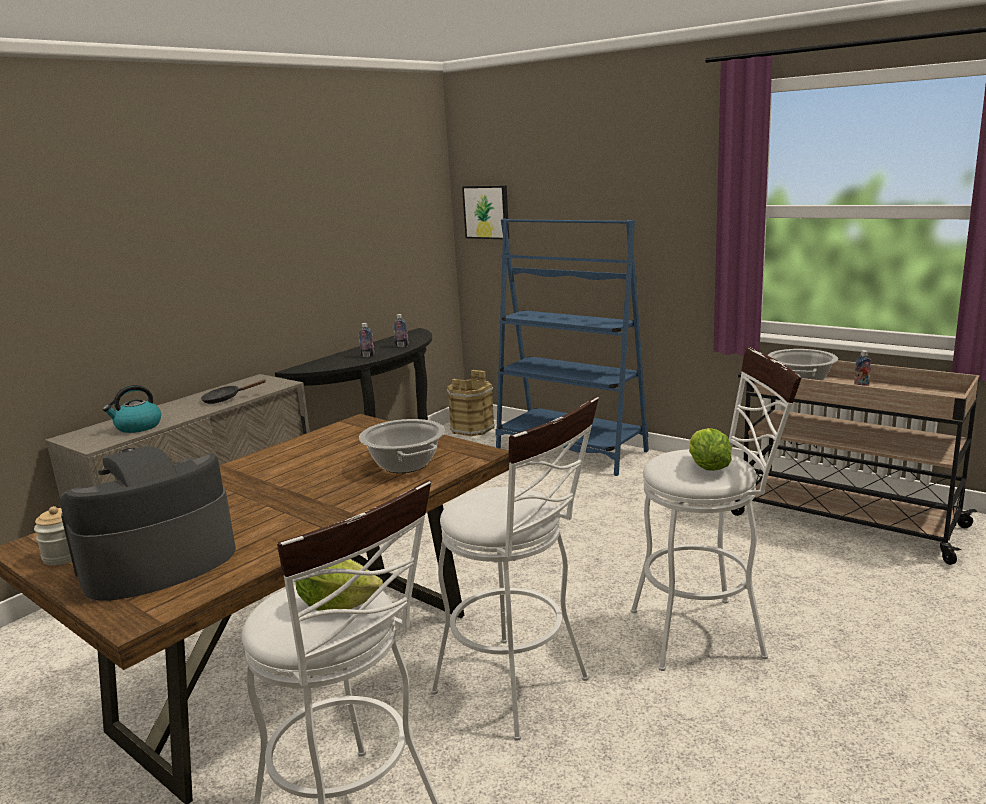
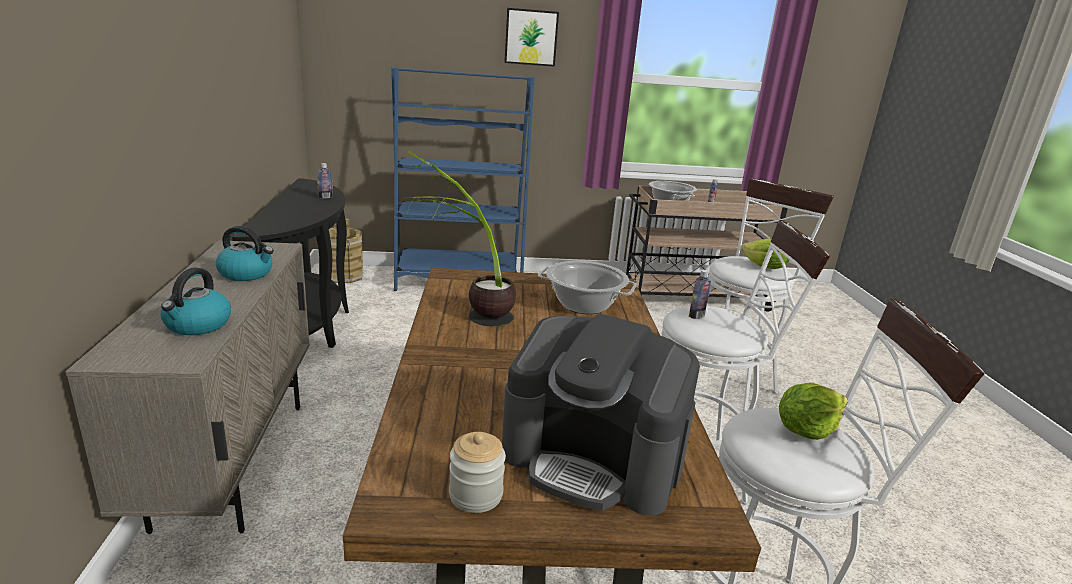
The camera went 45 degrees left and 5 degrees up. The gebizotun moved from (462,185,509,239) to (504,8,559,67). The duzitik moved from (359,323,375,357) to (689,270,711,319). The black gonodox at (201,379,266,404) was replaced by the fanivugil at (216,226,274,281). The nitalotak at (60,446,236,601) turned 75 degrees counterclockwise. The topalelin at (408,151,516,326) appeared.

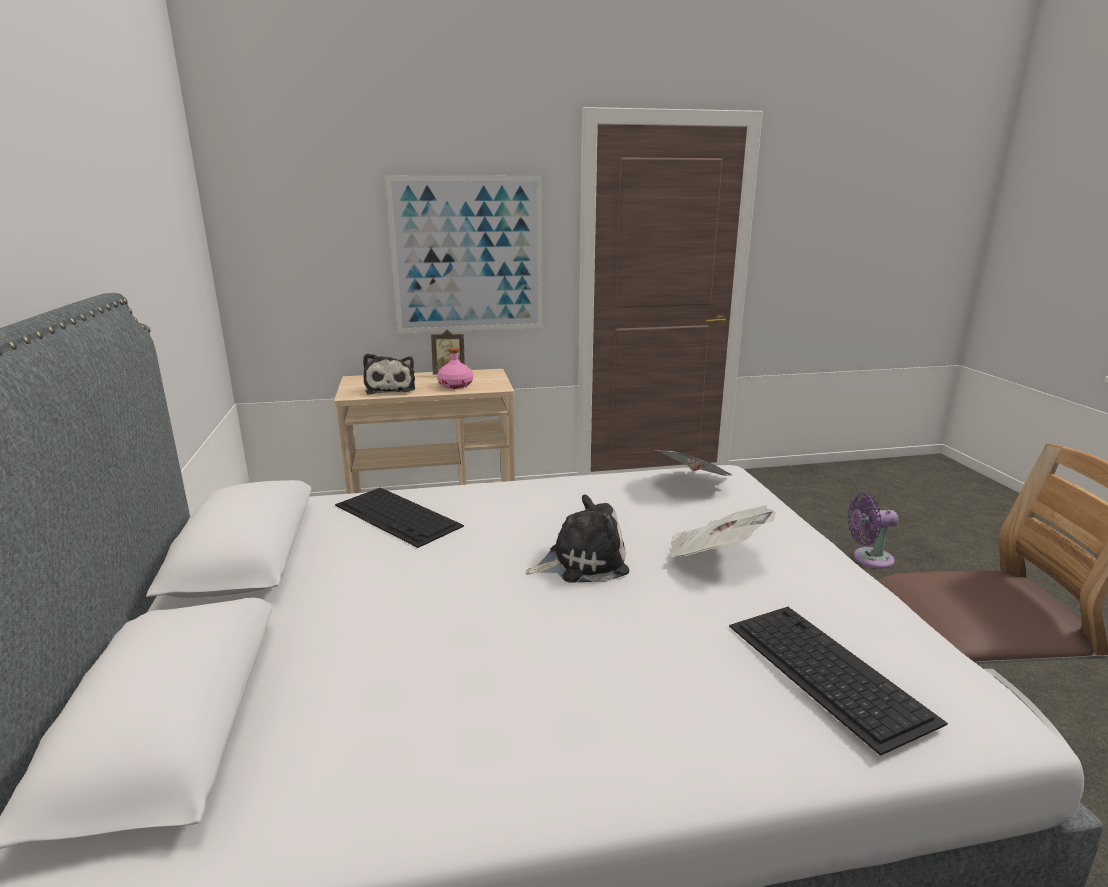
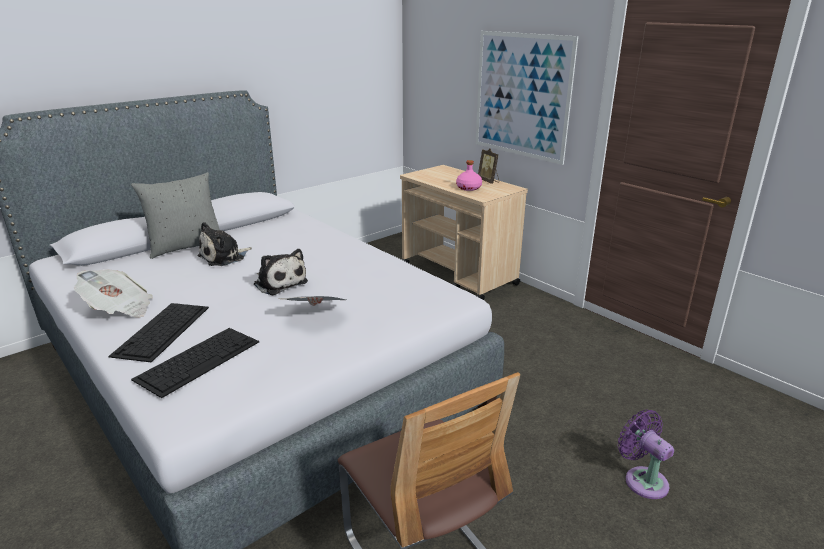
The camera went 60 degrees right and 5 degrees up. The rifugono moved from (363,353,415,395) to (198,222,252,266). The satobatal moved from (657,450,732,476) to (74,269,153,318). The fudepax moved from (335,487,464,548) to (108,303,209,362). The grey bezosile at (131,172,219,259) appeared.

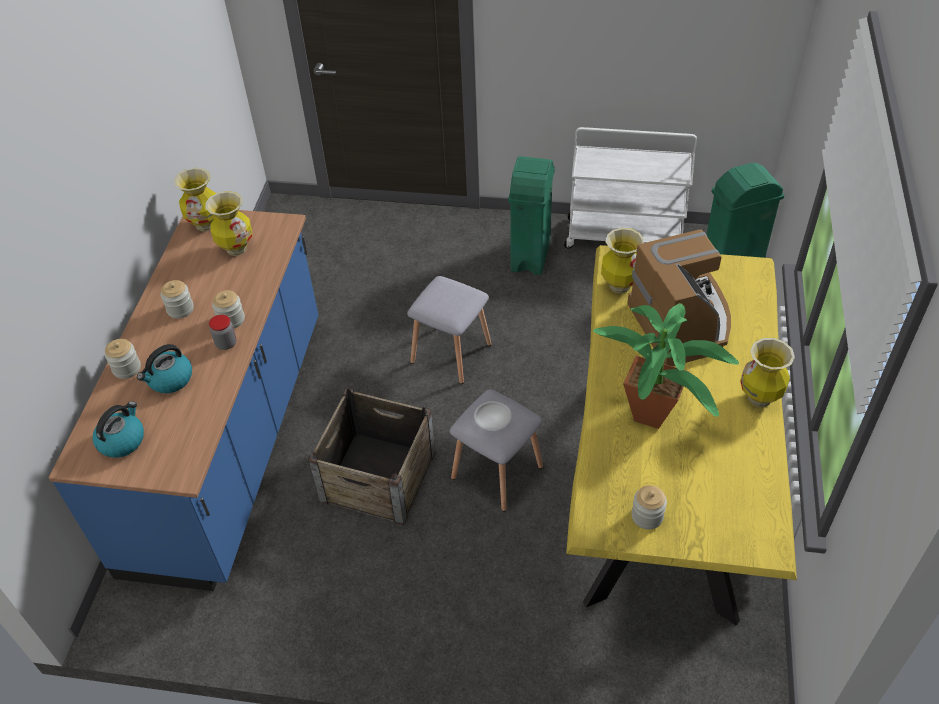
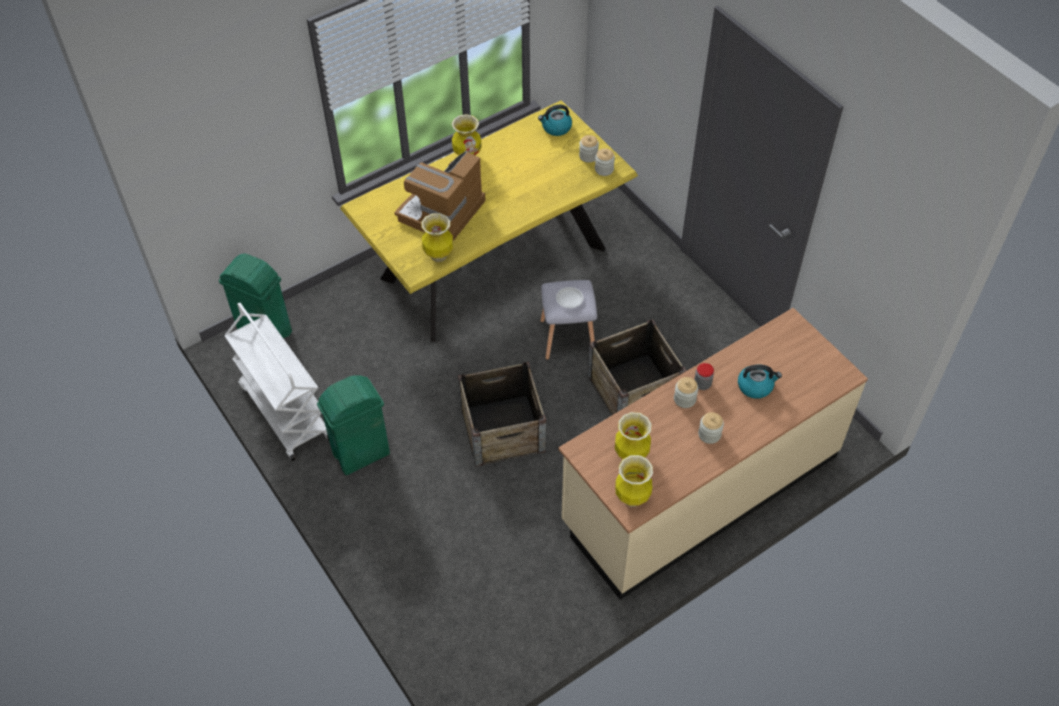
The camera went 135 degrees left and 5 degrees up. The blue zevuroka at (49,210,318,591) became the beige zevuroka at (558,308,868,600). The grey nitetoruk at (407,276,492,384) was replaced by the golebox at (458,362,546,467). The topalelin at (593,303,739,429) disappeared. The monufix moved from (105,339,141,379) to (595,148,615,176). The fanivugil moved from (92,401,144,458) to (538,105,572,136).

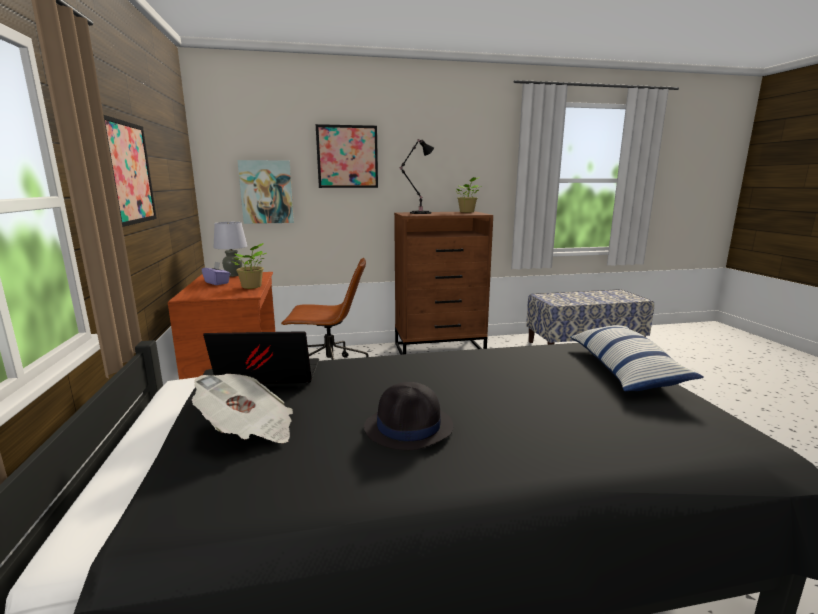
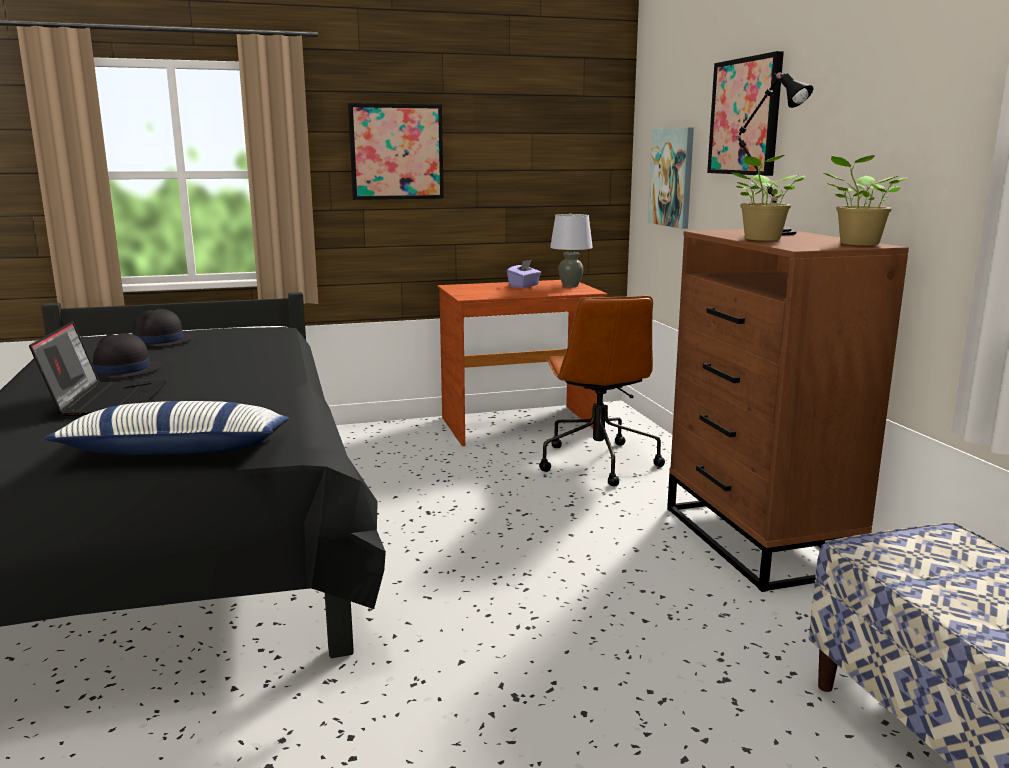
The camera went 85 degrees right and 0 degrees up. The topalelin moved from (233,243,266,289) to (732,155,806,241). The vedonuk moved from (203,331,319,384) to (29,321,167,416). The satobatal at (192,374,293,443) was replaced by the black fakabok at (133,309,193,347).

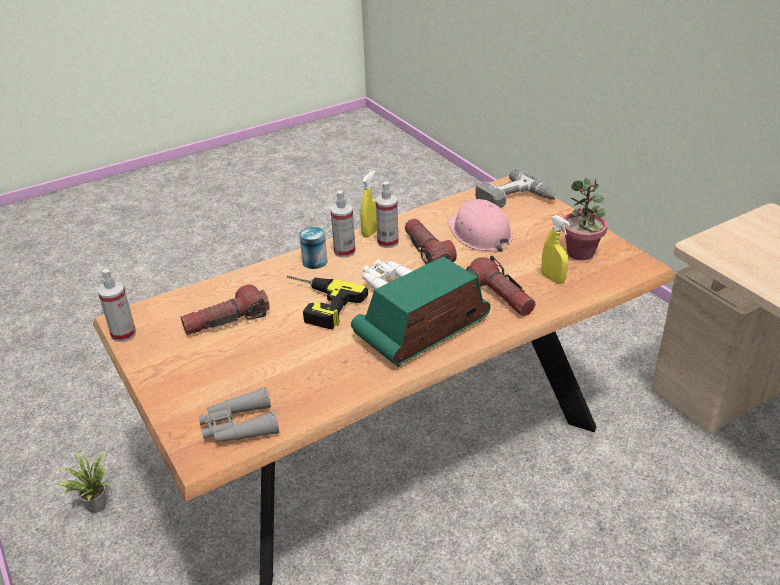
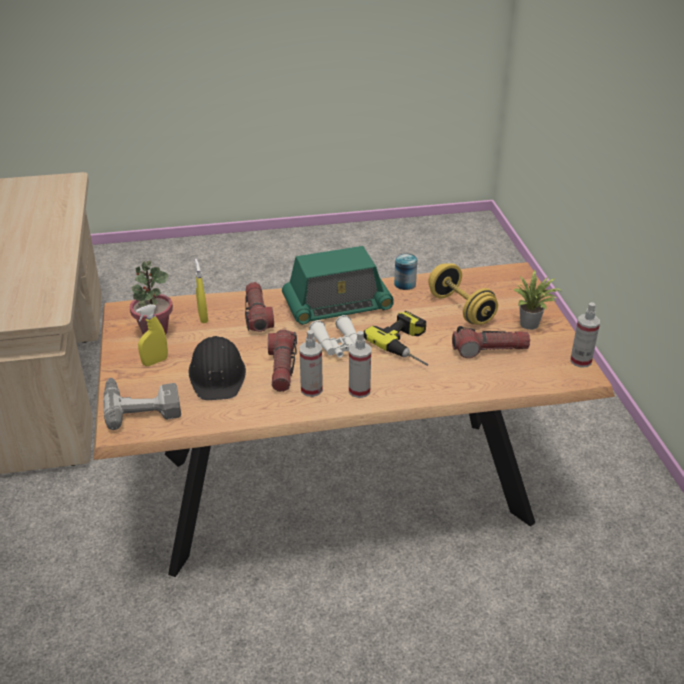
The camera went 160 degrees left and 0 degrees up. The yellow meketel moved from (360,170,377,238) to (136,304,168,366). The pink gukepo at (447,199,513,252) became the black gukepo at (189,336,246,400). The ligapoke moved from (299,227,327,269) to (394,253,417,290). The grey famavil at (198,387,279,443) disappeared. The topalelin moved from (57,450,109,513) to (514,270,562,330). The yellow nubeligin at (428,263,498,325) appeared.

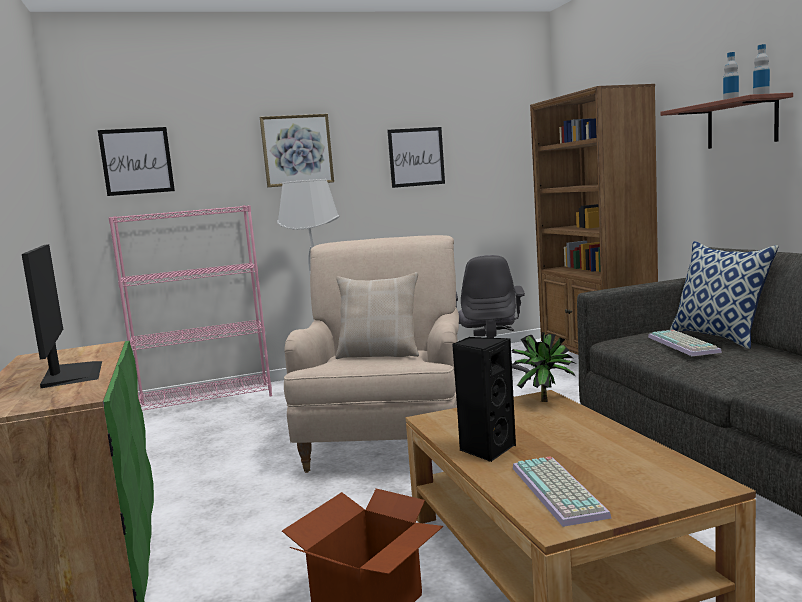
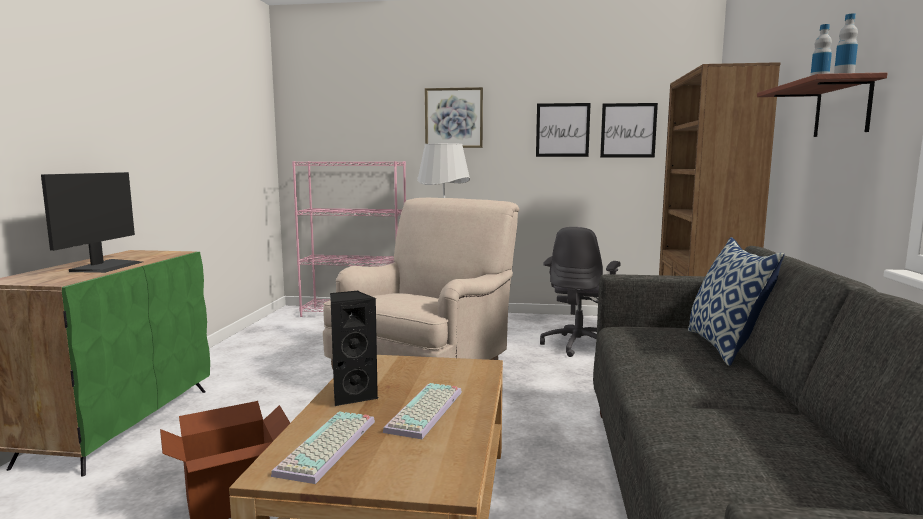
The camera went 25 degrees right and 0 degrees up. The gebizotun moved from (98,127,175,196) to (600,103,658,157). The beige bezosile at (335,272,419,359) disappeared. The fudepax moved from (648,330,722,356) to (383,383,462,439). The topalelin at (512,332,575,402) disappeared.

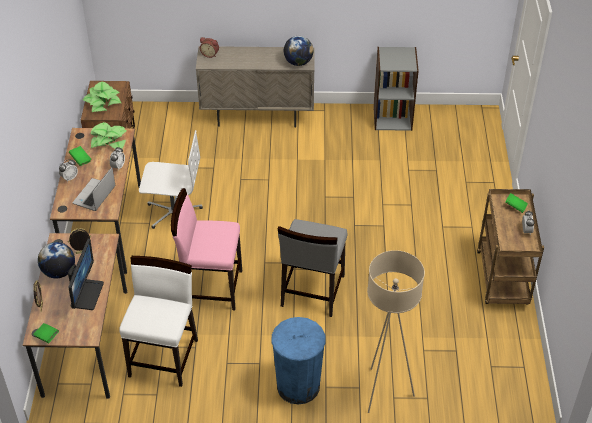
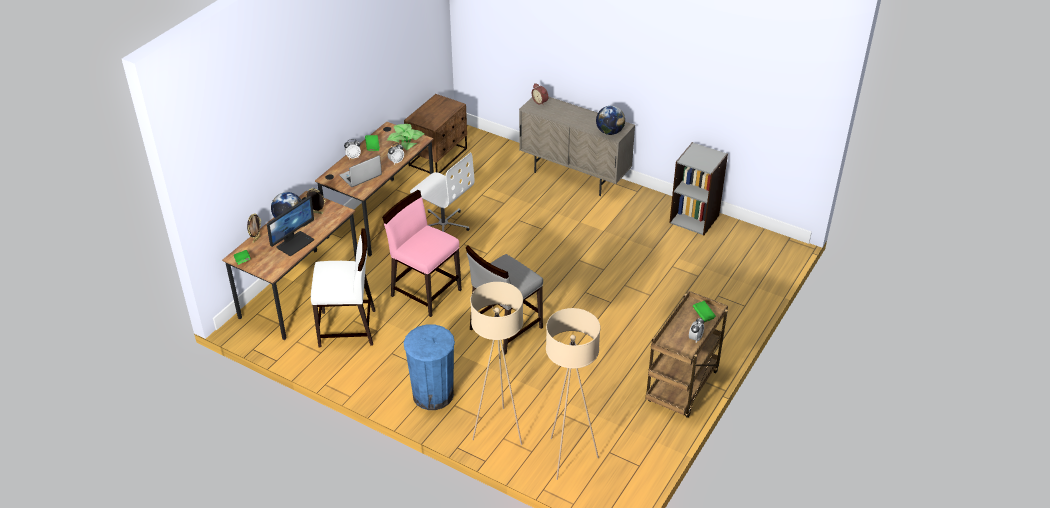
The camera went 30 degrees right and 5 degrees down. The topalelin at (82,82,121,112) disappeared. The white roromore at (119,256,198,387) turned 45 degrees clockwise. The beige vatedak at (546,308,600,480) appeared.

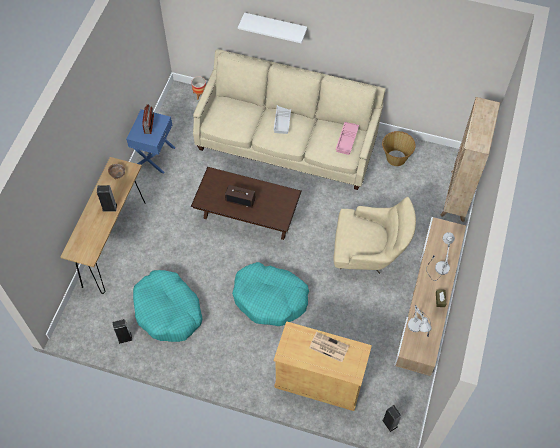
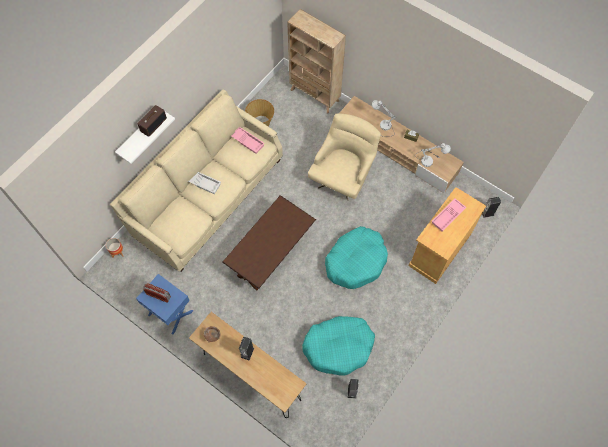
The camera went 70 degrees left and 5 degrees up. The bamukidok moved from (225,185,255,208) to (137,105,167,137). The satobatal at (309,332,349,362) was replaced by the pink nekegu at (432,198,467,232).

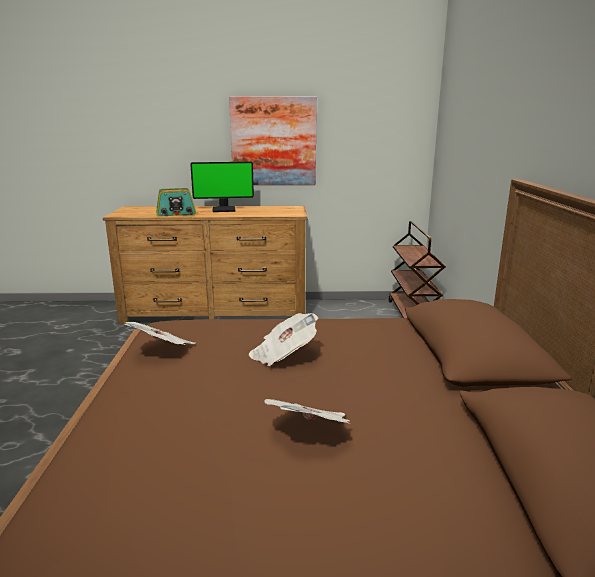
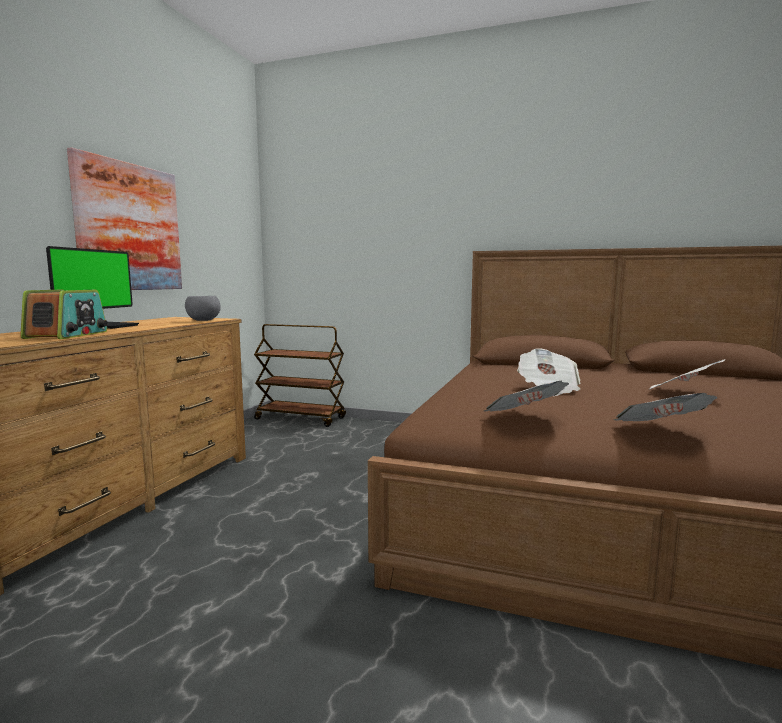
The camera went 70 degrees left and 10 degrees down. The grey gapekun at (185,296,221,321) appeared. The satobatal at (613,393,717,421) appeared.

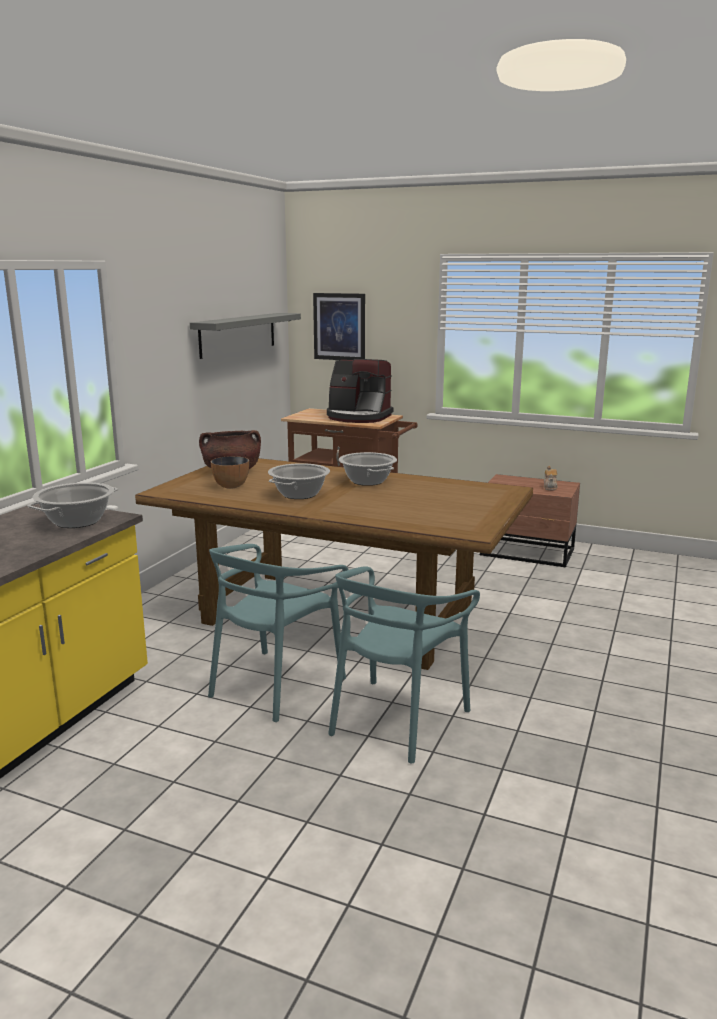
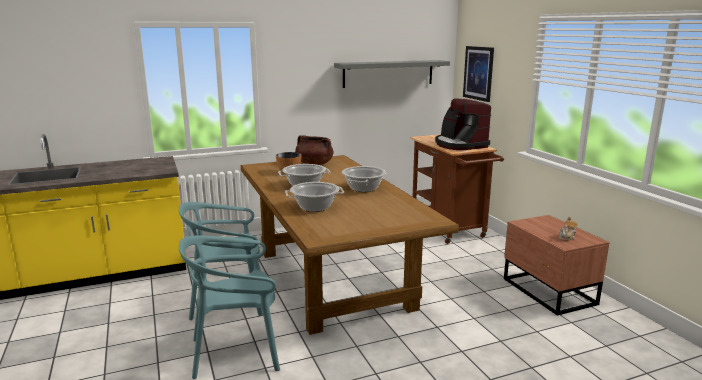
The camera went 45 degrees right and 0 degrees up. The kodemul moved from (28,482,118,528) to (285,182,344,212).

